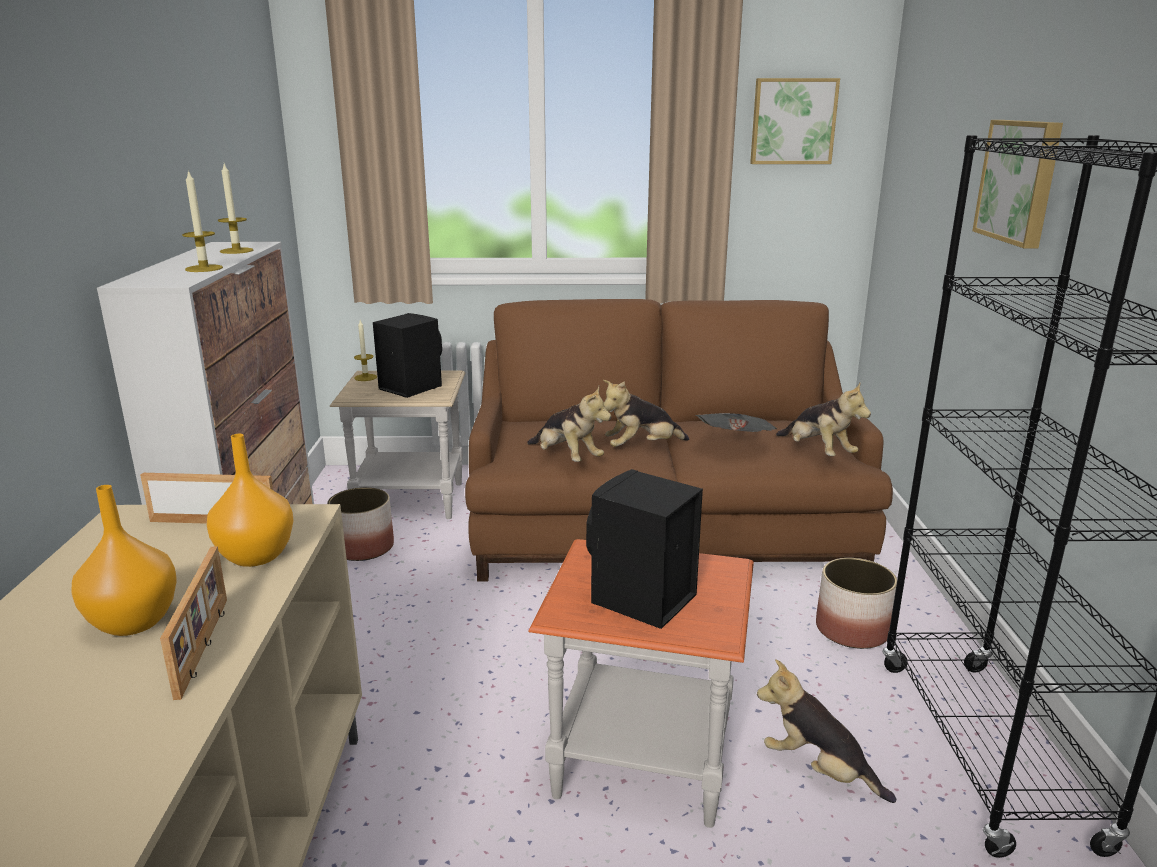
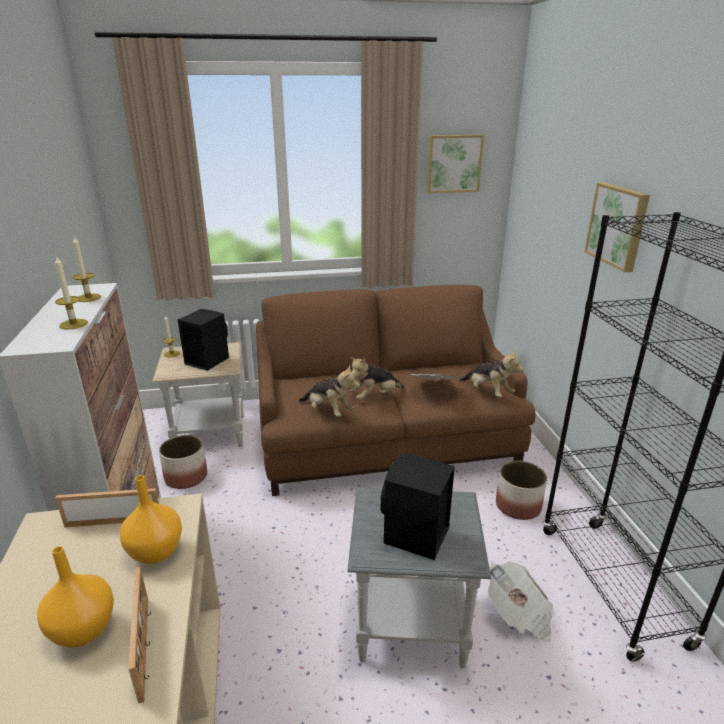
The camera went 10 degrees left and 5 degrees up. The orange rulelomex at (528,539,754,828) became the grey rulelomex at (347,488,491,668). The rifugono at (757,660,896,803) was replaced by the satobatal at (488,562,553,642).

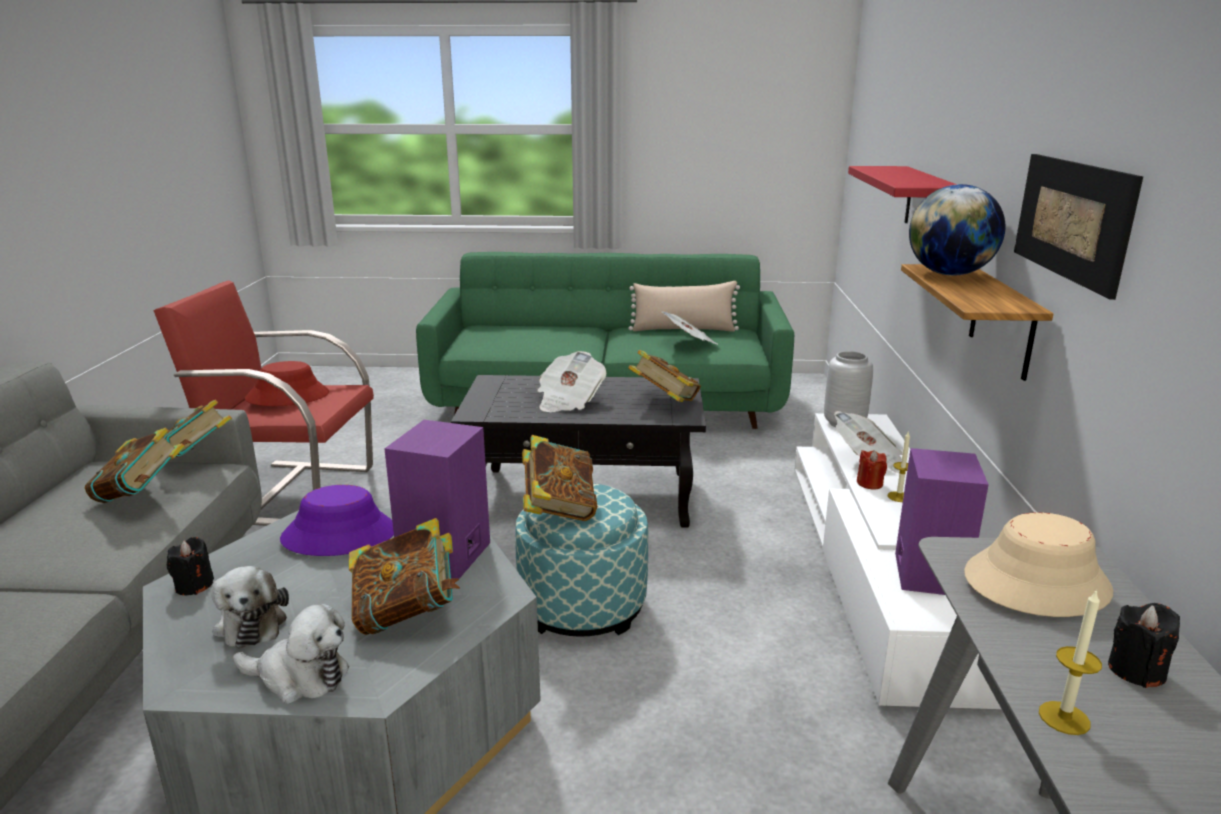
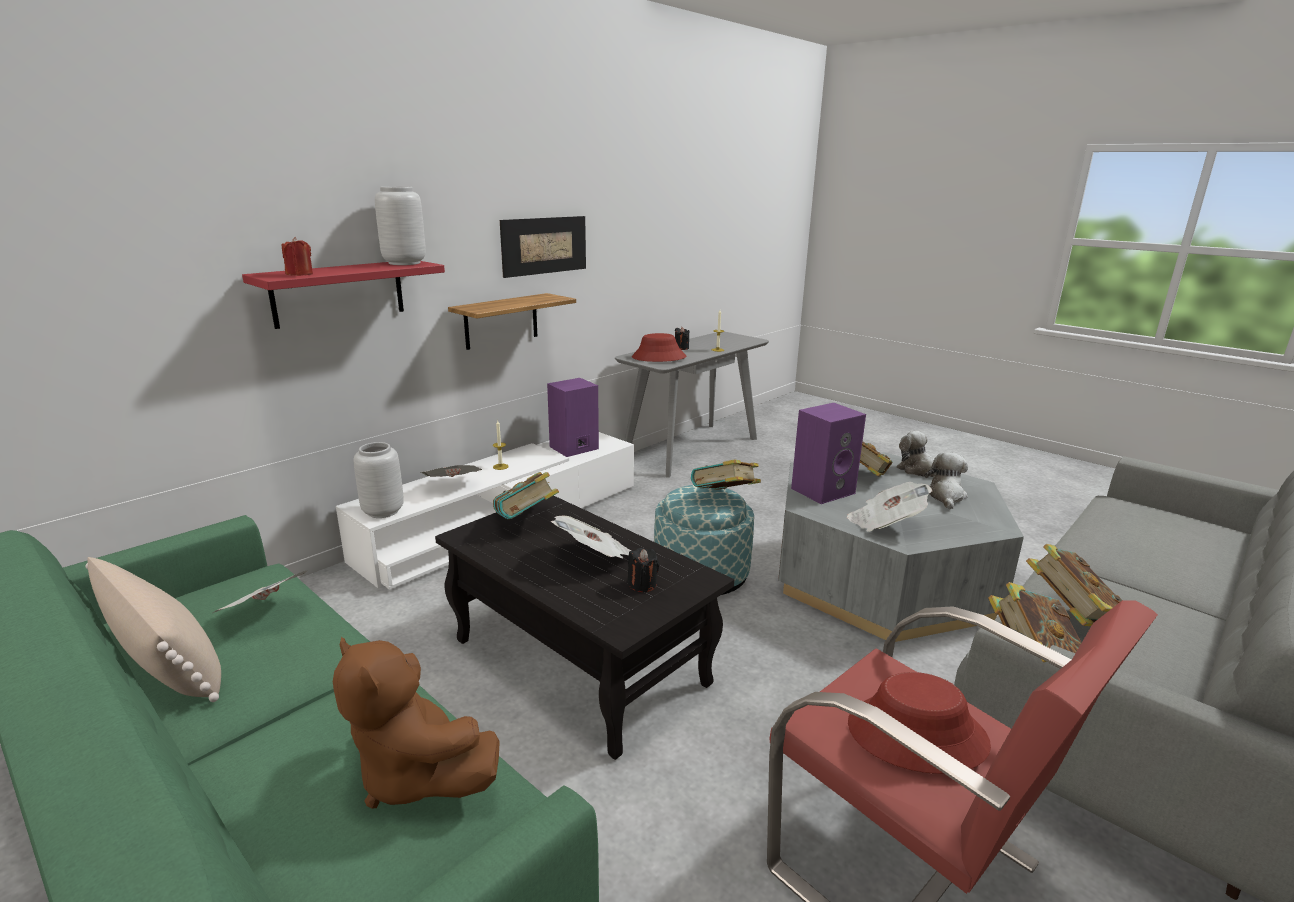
The camera went 140 degrees left and 0 degrees up. The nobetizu at (909,184,1005,276) disappeared. The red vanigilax moved from (857,450,887,489) to (282,237,313,276). The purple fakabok at (280,485,394,556) was replaced by the satobatal at (847,482,932,532). The beige fakabok at (964,512,1113,617) became the red fakabok at (632,333,686,362). The black vanigilax moved from (167,537,214,595) to (627,548,659,592). The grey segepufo at (375,186,426,265) appeared. The brown rifugono at (333,637,500,808) appeared.

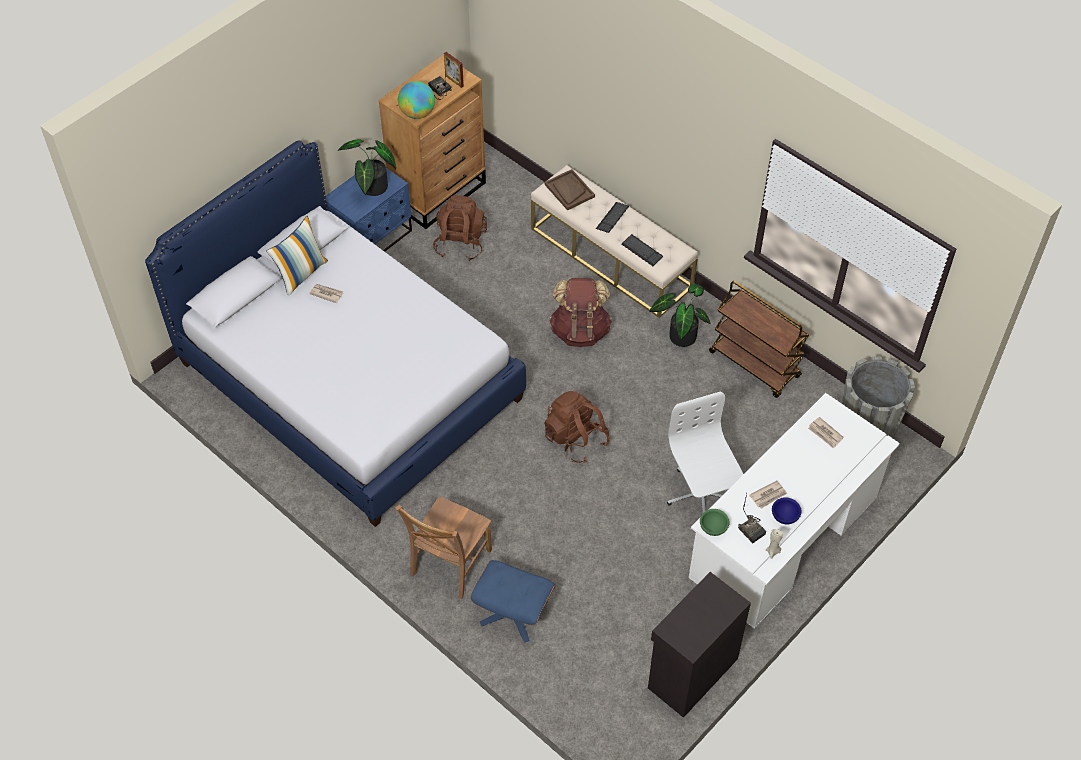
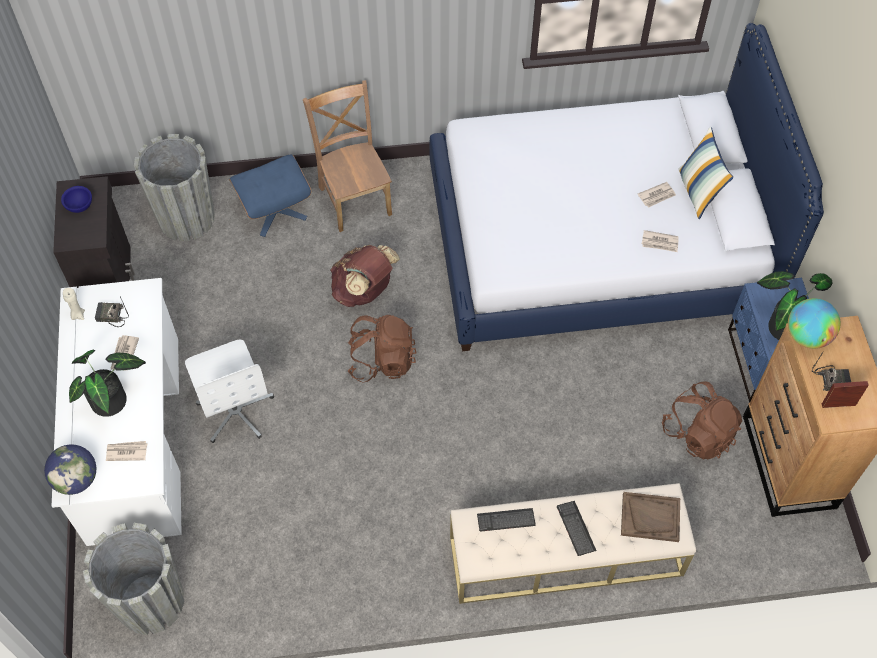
The camera went 130 degrees right and 5 degrees up. The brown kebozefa moved from (550,278,612,347) to (330,245,400,307). The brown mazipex at (709,281,809,398) disappeared. The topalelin moved from (649,284,711,347) to (69,350,146,417). The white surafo at (667,391,743,513) turned 45 degrees clockwise. The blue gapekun moved from (772,497,801,525) to (61,186,92,213). The green gapekun at (700,509,730,536) disappeared. The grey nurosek at (134,134,215,241) appeared. The satobatal at (642,230,679,252) appeared. The nobetizu at (44,445,96,495) appeared.

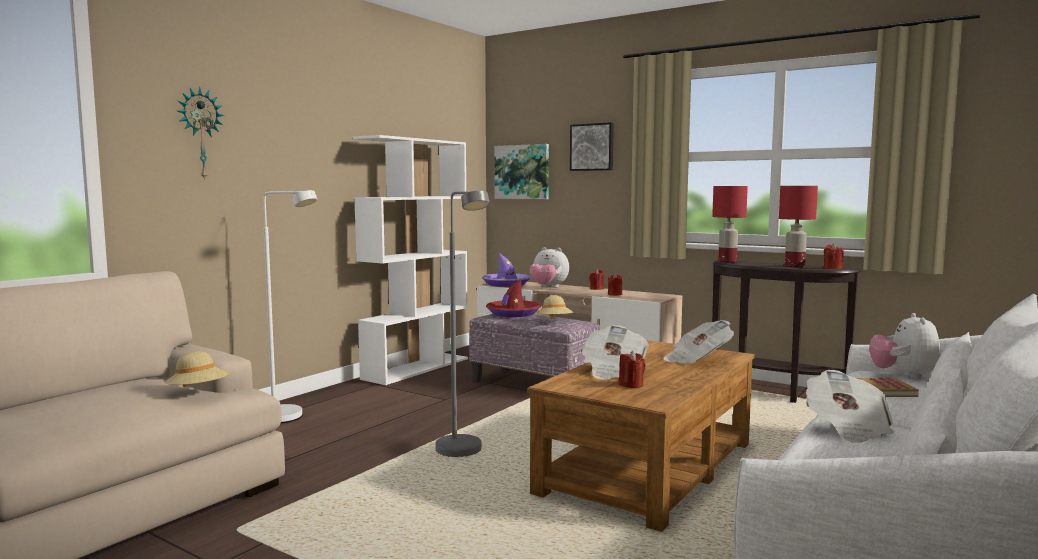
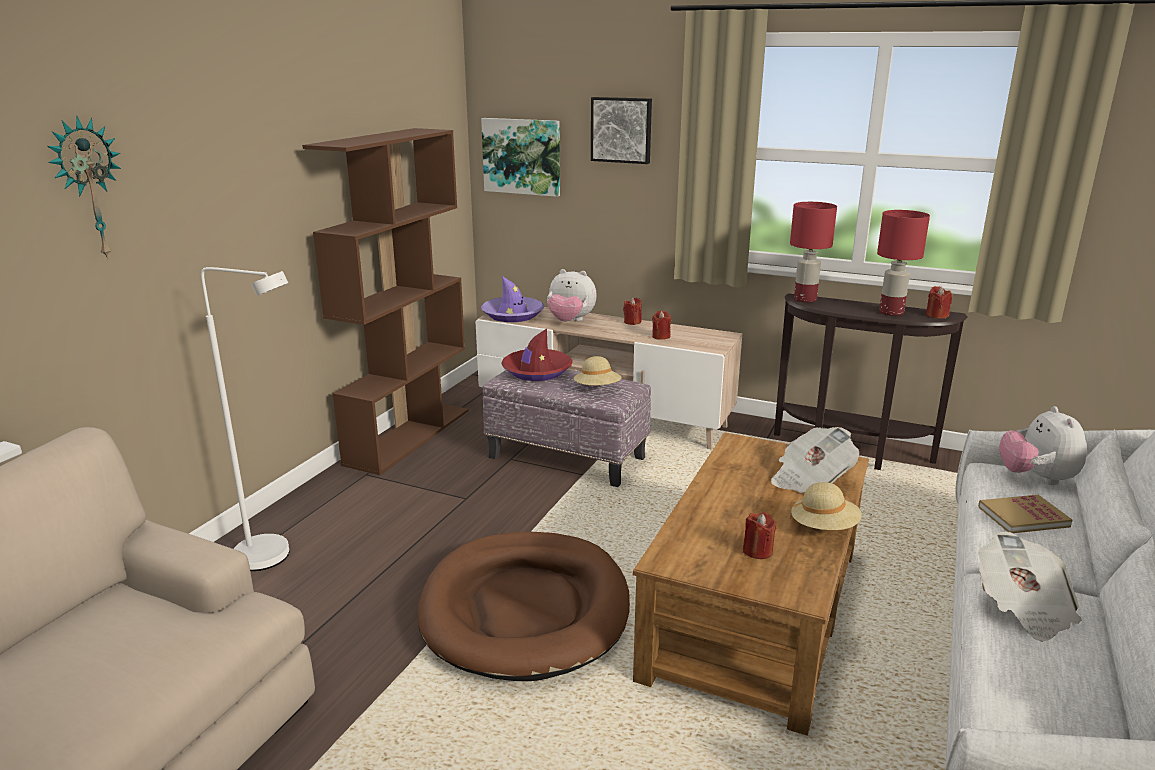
The camera went 10 degrees left and 15 degrees up. The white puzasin at (353,135,468,385) became the brown puzasin at (302,128,468,475). The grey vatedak at (435,190,490,457) was replaced by the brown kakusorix at (418,532,630,681). The satobatal at (581,325,649,380) disappeared. The beige fakabok moved from (165,351,230,387) to (790,482,862,530).

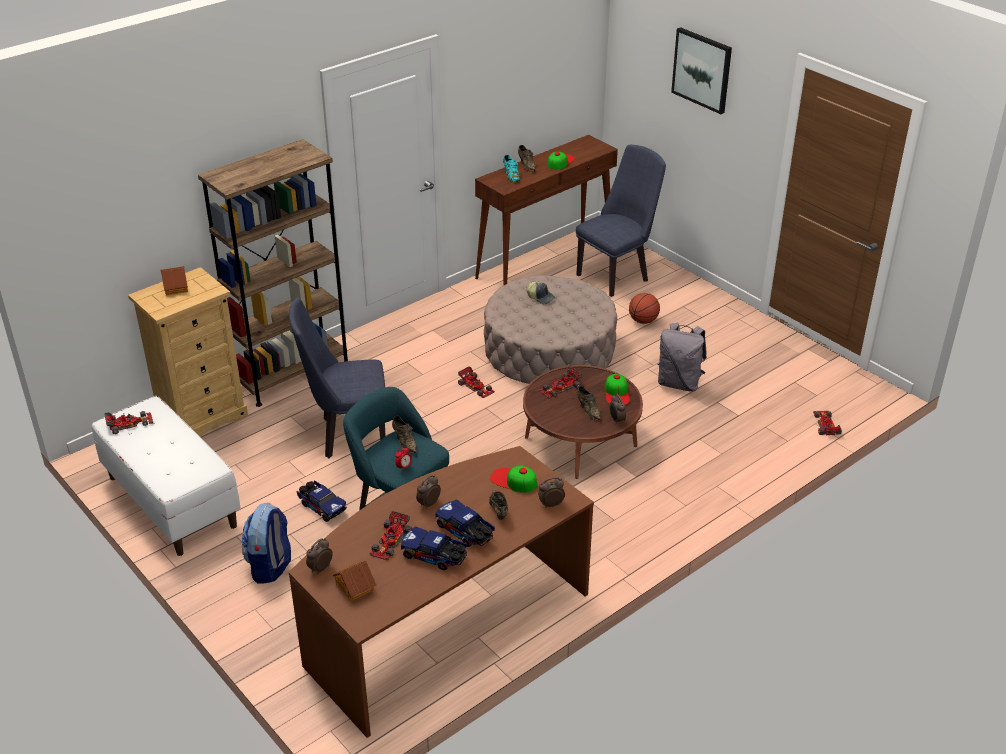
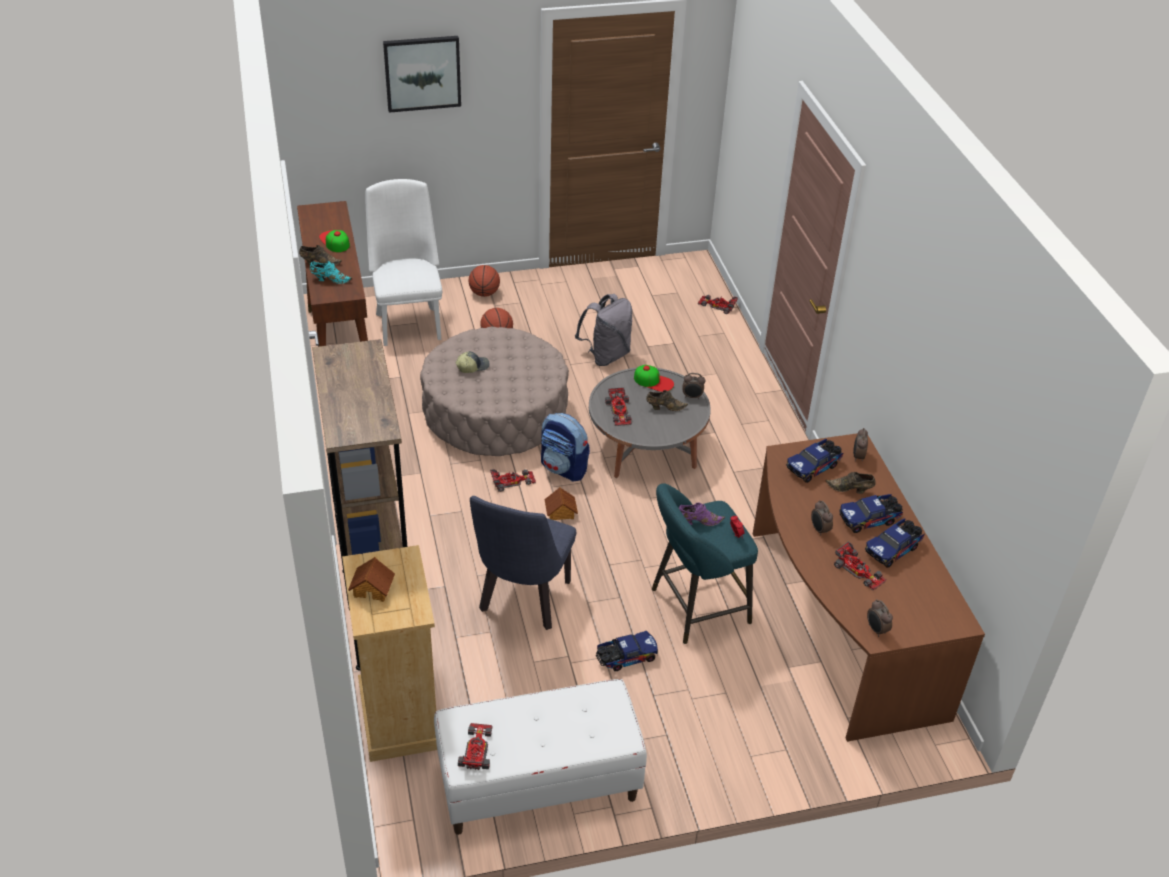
The camera went 65 degrees left and 5 degrees up. The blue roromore at (576,145,666,297) became the white roromore at (366,179,442,346). The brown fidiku at (523,365,643,479) became the grey fidiku at (589,368,711,478). The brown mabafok at (392,416,417,453) became the purple mabafok at (679,503,725,526). The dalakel at (490,465,537,493) was replaced by the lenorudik at (786,439,843,483). The kebozefa moved from (242,503,291,584) to (541,413,590,482). The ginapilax moved from (333,561,377,601) to (544,487,578,520). The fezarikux at (469,265,500,297) appeared.

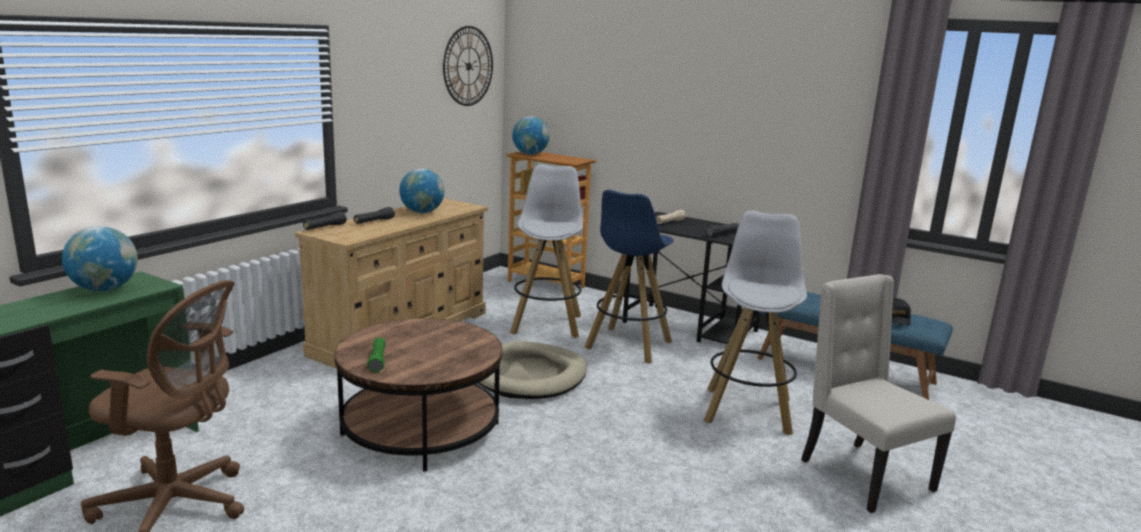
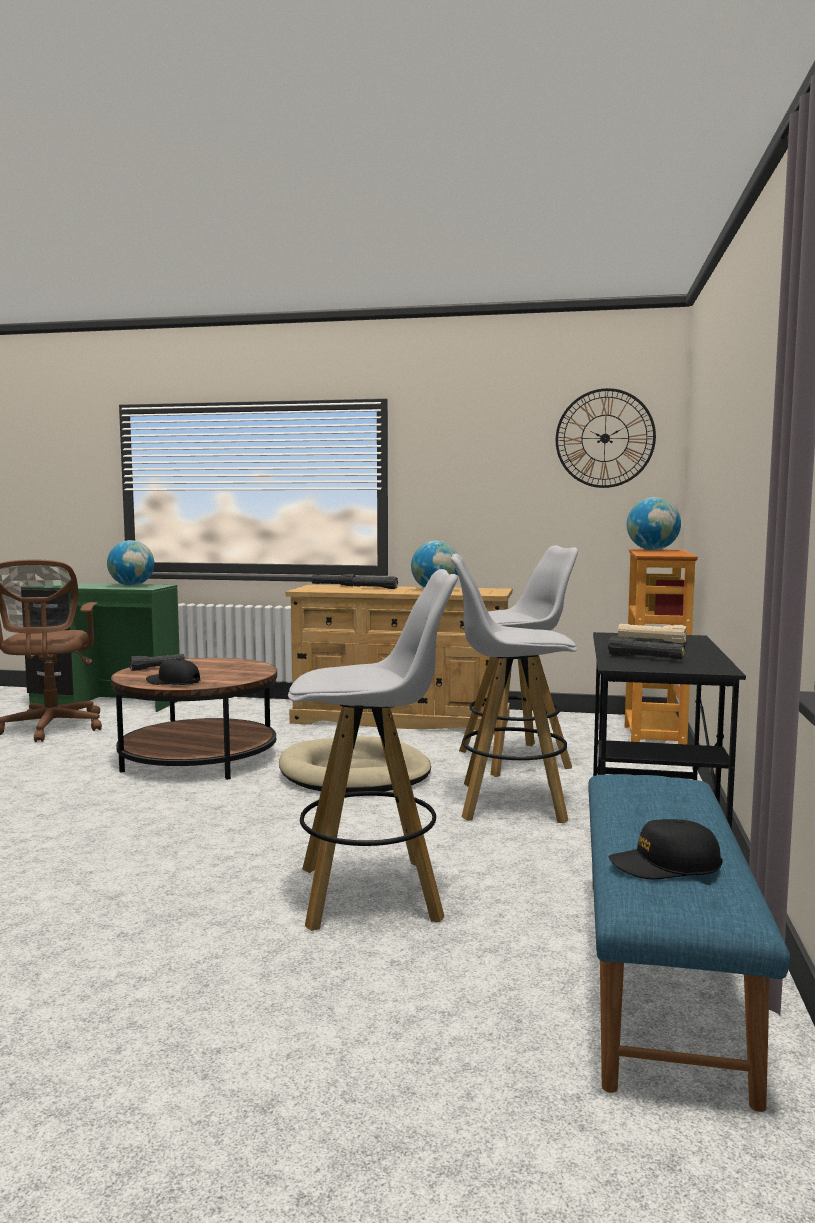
The camera went 70 degrees right and 10 degrees down. The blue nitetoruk at (584,190,674,363) became the white nitetoruk at (451,553,577,823). The beige roromore at (801,274,956,513) disappeared. The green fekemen at (367,337,386,372) became the black fekemen at (129,654,185,671). The black dalakel at (146,659,200,685) appeared.

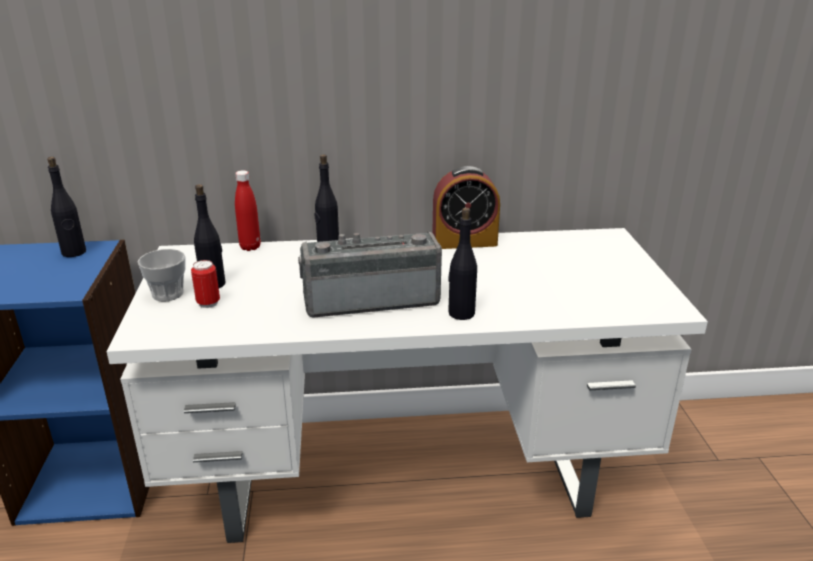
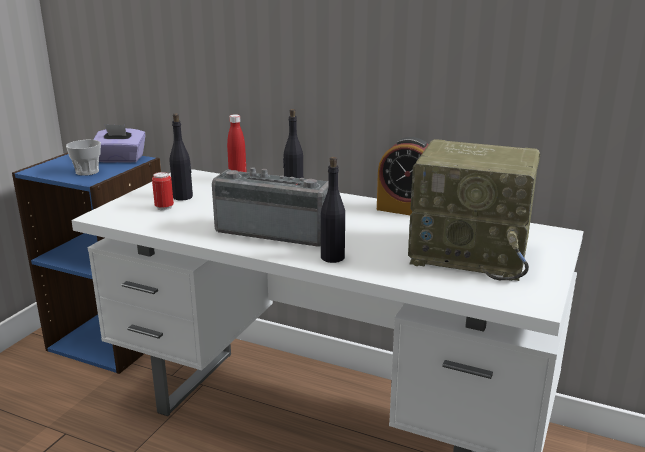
The camera went 30 degrees right and 5 degrees down. The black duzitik at (47,157,86,257) was replaced by the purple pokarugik at (93,124,146,163). The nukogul moved from (137,249,185,301) to (66,140,101,176). The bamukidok at (408,139,540,281) appeared.

